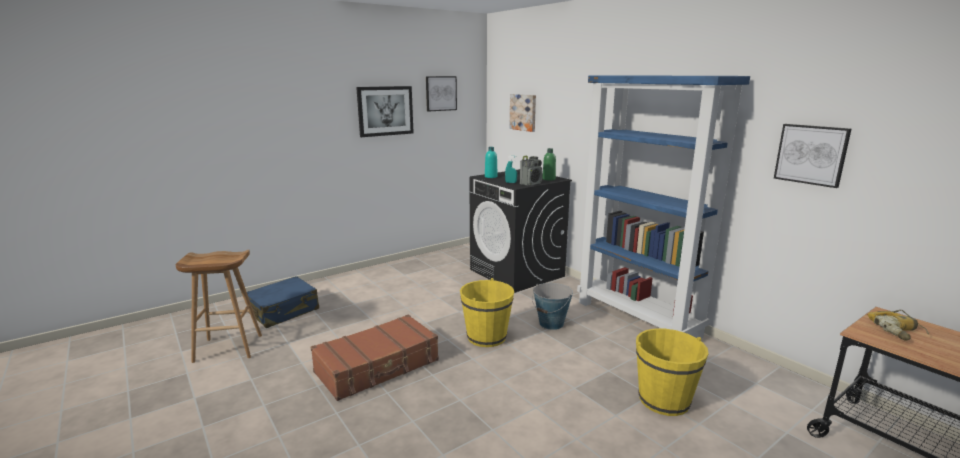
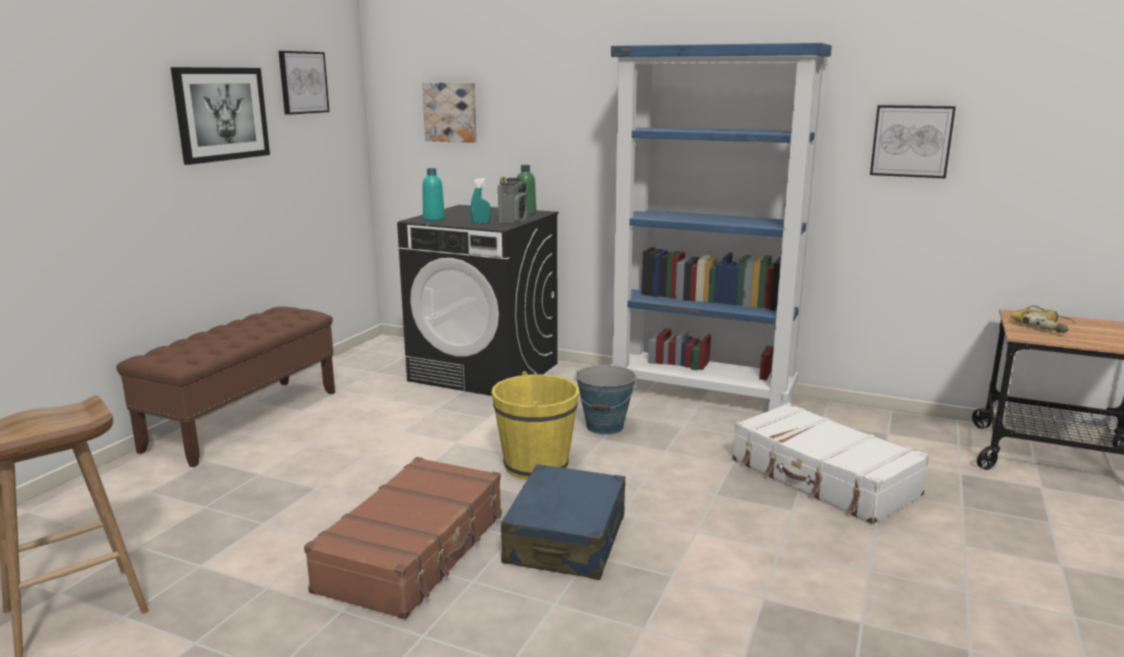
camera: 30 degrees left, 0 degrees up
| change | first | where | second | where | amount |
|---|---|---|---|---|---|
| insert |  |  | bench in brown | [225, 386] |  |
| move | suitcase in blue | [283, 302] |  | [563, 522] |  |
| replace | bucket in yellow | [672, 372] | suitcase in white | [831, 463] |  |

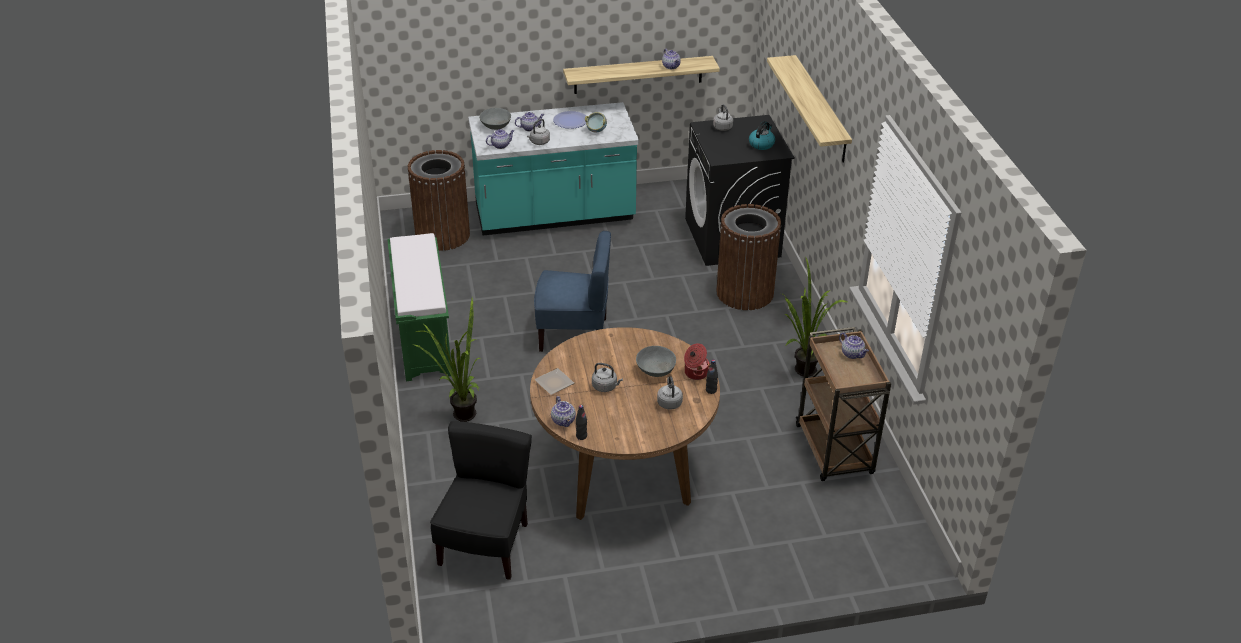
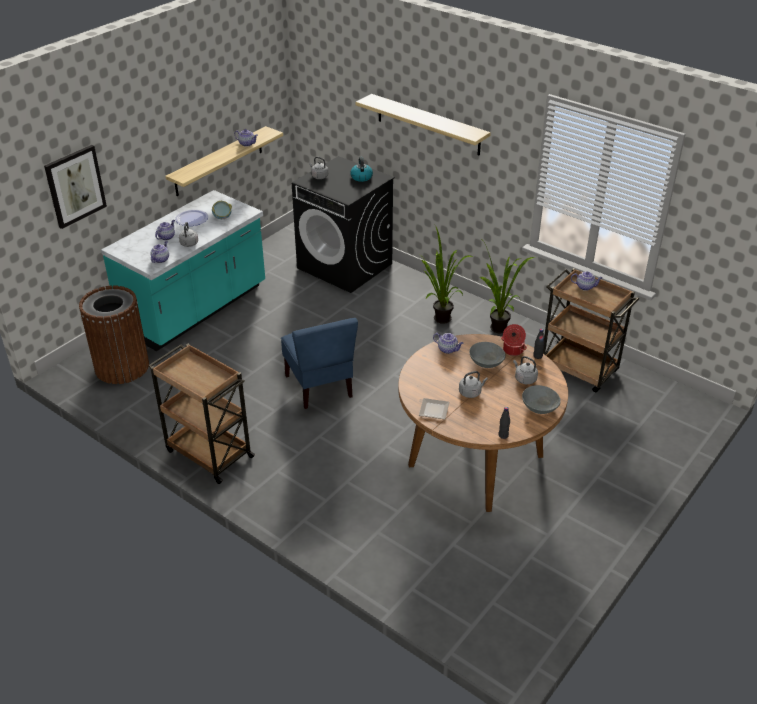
camera: 40 degrees left, 0 degrees up
| change | first | where | second | where | amount |
|---|---|---|---|---|---|
| insert |  |  | picture | [75, 187] |  |
| replace | bench in green | [419, 307] | cart in brown | [202, 414] |  |
| rotate | chair in blue | [572, 291] |  | [319, 363] | 105 degrees clockwise |
| move | potted plant | [446, 360] |  | [446, 274] |  |
| move | teapot | [563, 411] |  | [448, 343] |  |
| move | bowl in grey | [495, 119] |  | [541, 399] |  |
| delete | chair in black | [481, 500] |  |  |  |
| delete | trash can in brown | [748, 257] |  |  |  |

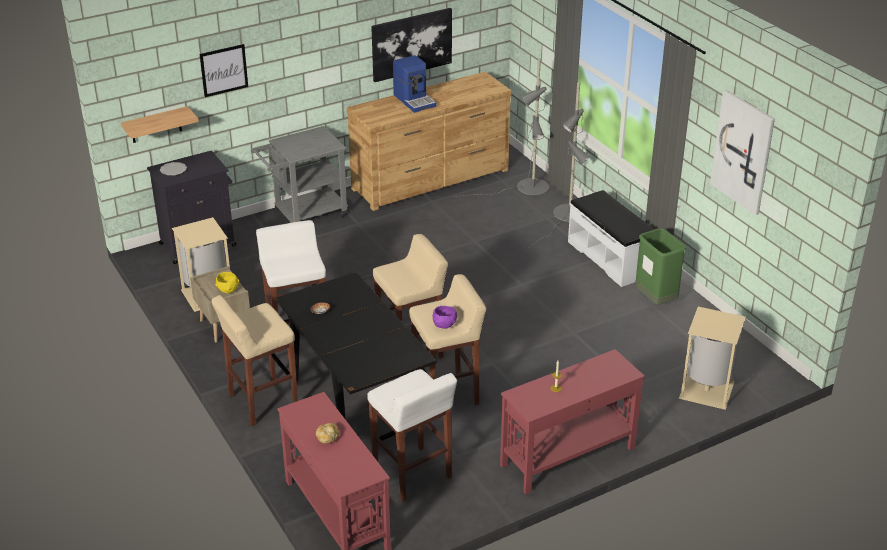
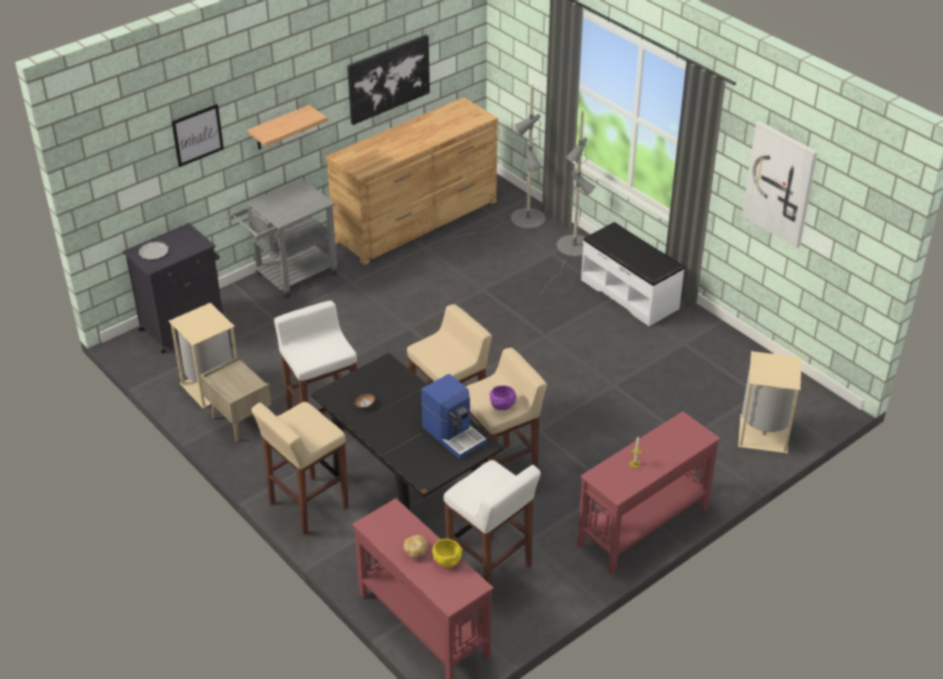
camera: 10 degrees left, 5 degrees up
| change | first | where | second | where | amount |
|---|---|---|---|---|---|
| move | shelf | [160, 124] |  | [287, 127] |  |
| move | coffee machine | [414, 84] |  | [454, 416] |  |
| move | bowl in yellow | [227, 282] |  | [447, 553] |  |
| delete | trash can in green | [660, 266] |  |  |  |

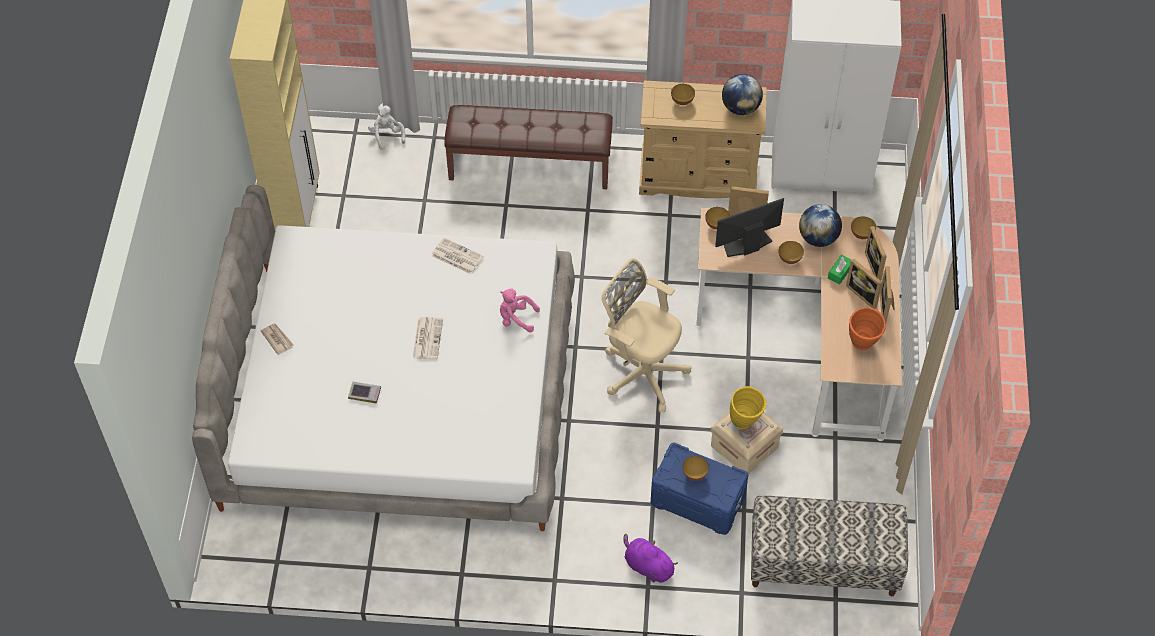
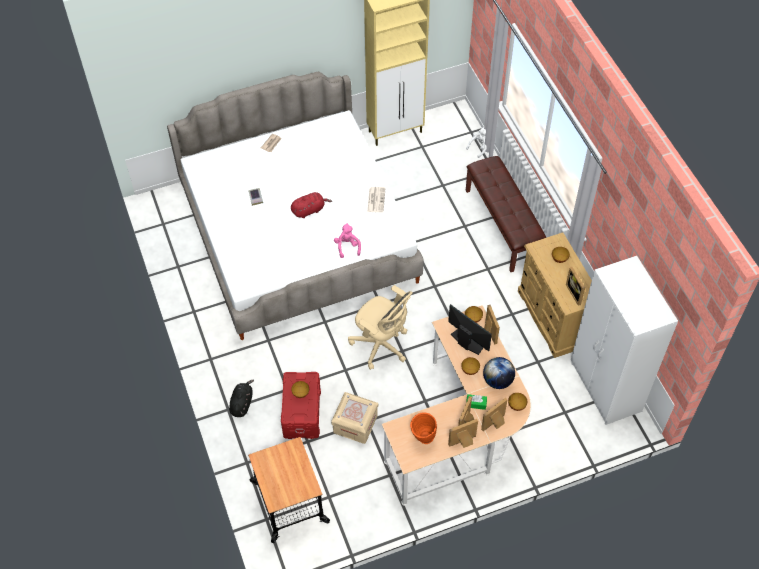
camera: 65 degrees right, 0 degrees up
| change | first | where | second | where | amount |
|---|---|---|---|---|---|
| recolor | plush toy in purple | [650, 558] | plush toy in black | [241, 398] |  |
| replace | bench | [829, 546] | cart | [289, 490] |  |
| recolor | storage box in blue | [699, 489] | storage box in red | [301, 405] |  |
| replace | newspaper | [428, 338] | plush toy in red | [311, 205] |  |
| rotate | office chair in beige | [646, 335] |  | [380, 327] | 120 degrees clockwise |
| replace | globe | [742, 94] | picture frame | [575, 286] |  |
| delete | vase in yellow | [748, 407] |  |  |  |

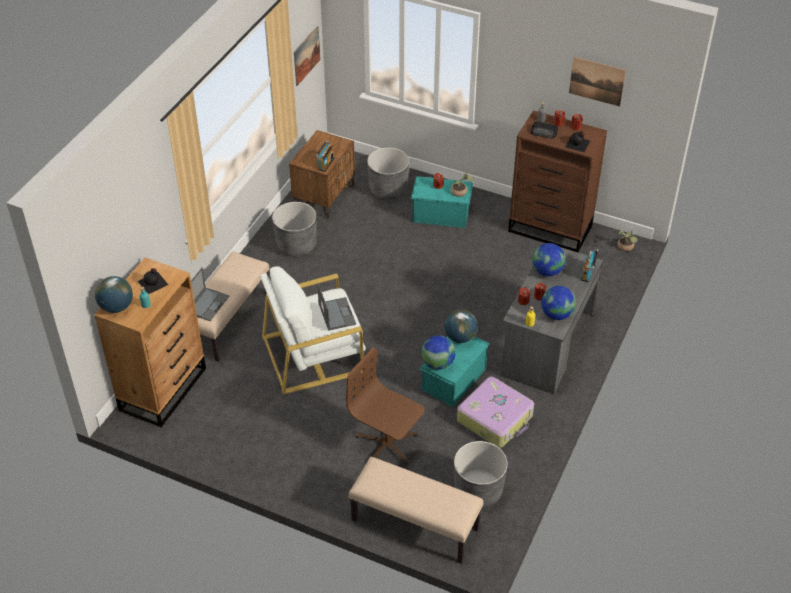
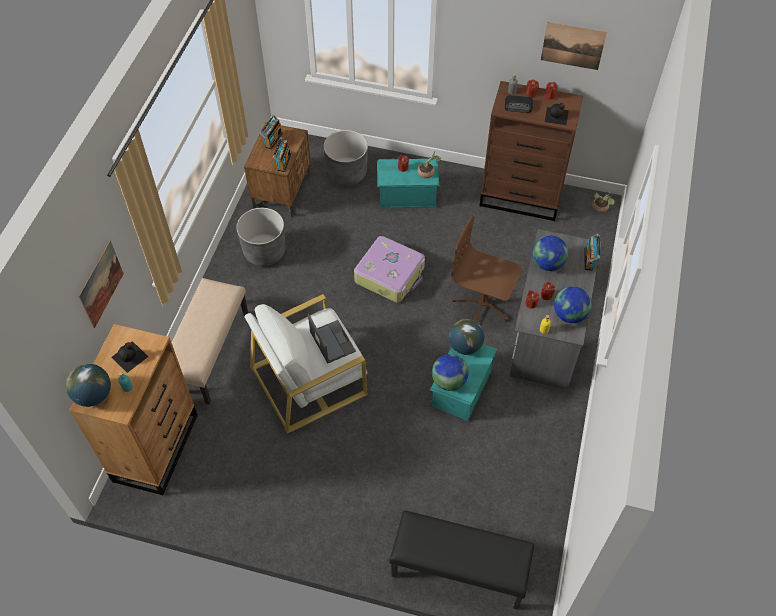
camera: 10 degrees left, 10 degrees up
| change | first | where | second | where | amount |
|---|---|---|---|---|---|
| move | picture | [307, 56] |  | [101, 284] |  |
| insert |  |  | radio | [271, 132] |  |
| move | suitcase | [495, 412] |  | [389, 269] |  |
| recolor | bench in beige | [415, 510] | bench in black | [462, 560] |  |
| move | office chair in brown | [385, 406] |  | [486, 268] |  |
| delete | laptop | [210, 294] |  |  |  |
| delete | planter in grey | [481, 474] |  |  |  |

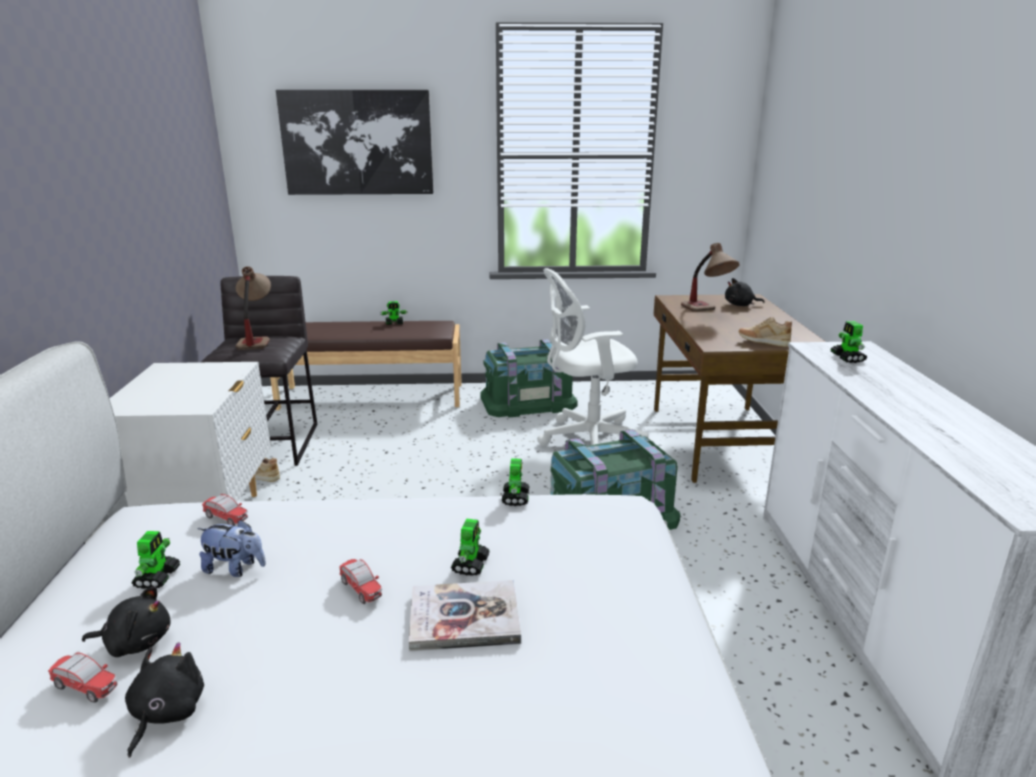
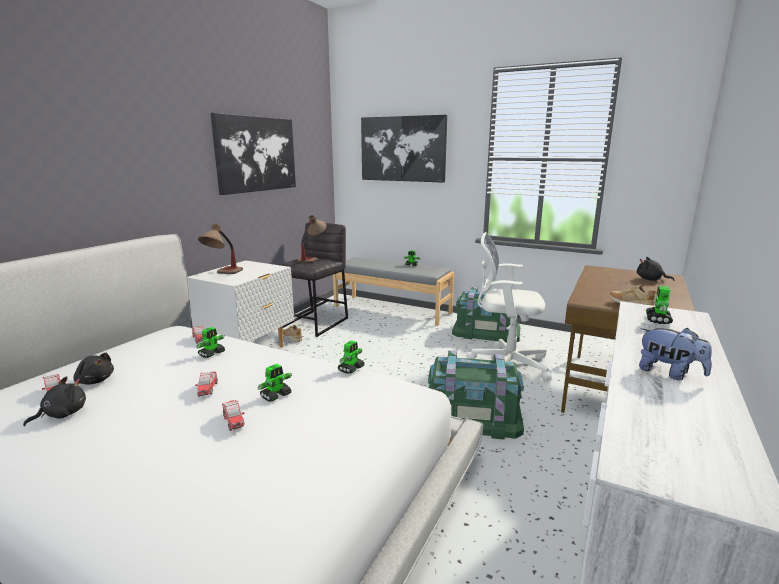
camera: 30 degrees right, 5 degrees down
| change | first | where | second | where | amount |
|---|---|---|---|---|---|
| move | toy robot | [156, 560] |  | [210, 342] |  |
| move | table lamp | [710, 277] |  | [220, 248] |  |
| insert |  |  | picture | [253, 154] |  |
| replace | book | [465, 615] | toy car | [233, 415] |  |
| recolor | bench in brown | [366, 365] | bench in grey | [393, 291] |  |
| move | plush toy | [231, 548] |  | [675, 354] |  |

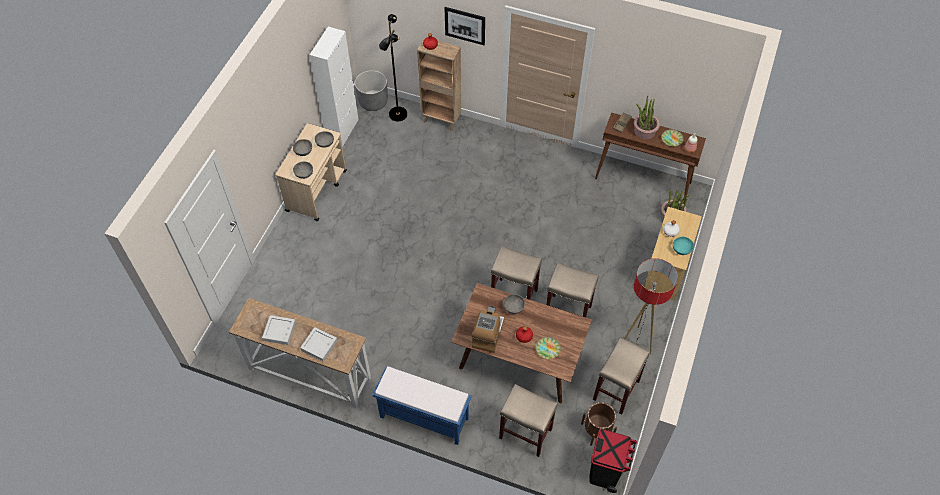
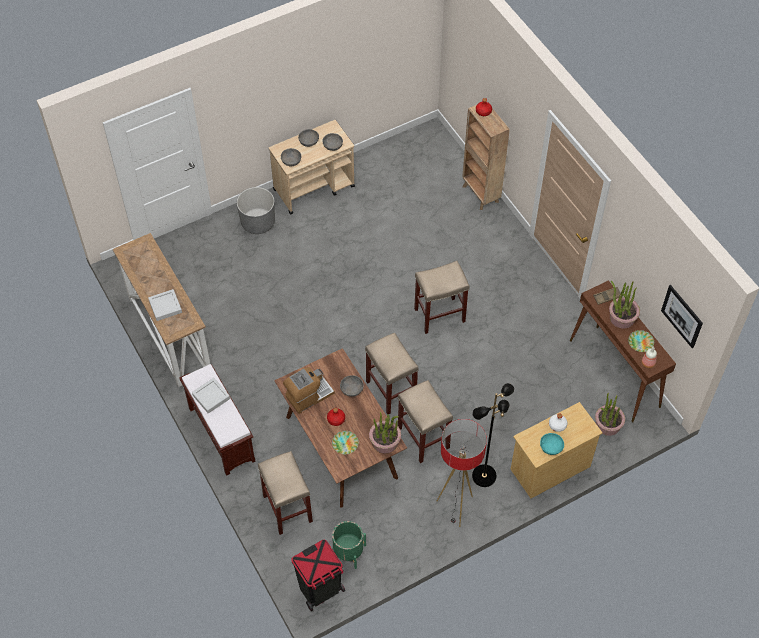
camera: 40 degrees right, 0 degrees up
| change | first | where | second | where | amount |
|---|---|---|---|---|---|
| recolor | bench in blue | [422, 405] | bench in brown | [217, 420] |  |
| move | tray in grey | [279, 330] |  | [211, 396] |  |
| move | planter in grey | [371, 90] |  | [256, 210] |  |
| recolor | planter in brown | [599, 424] | planter in green | [348, 545] |  |
| insert |  |  | potted plant | [385, 433] |  |
| move | stool in beige | [621, 376] |  | [442, 297] |  |
| move | floor lamp in black | [393, 68] |  | [493, 435] |  |
| move | picture | [464, 26] |  | [682, 316] |  |
| delete | cabinet in white | [334, 87] |  |  |  |

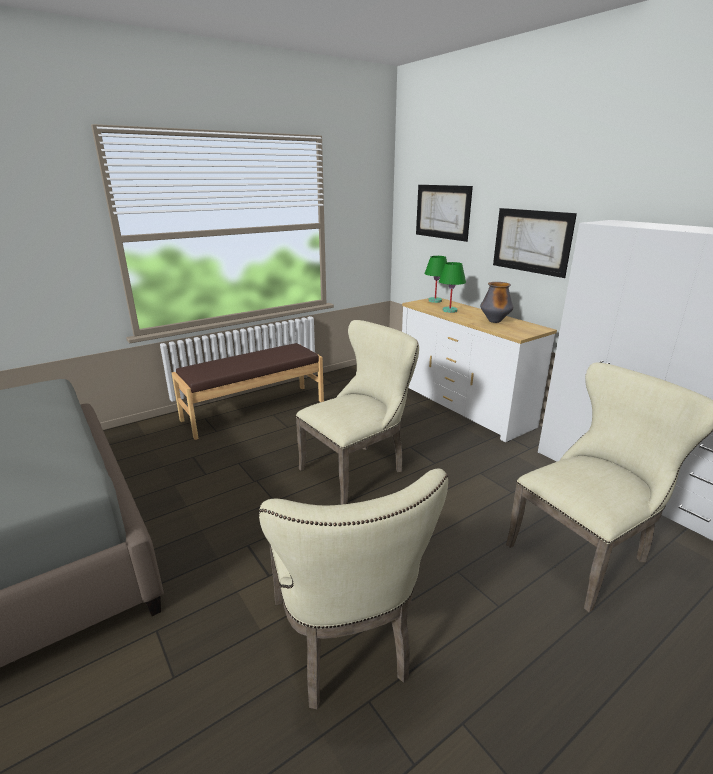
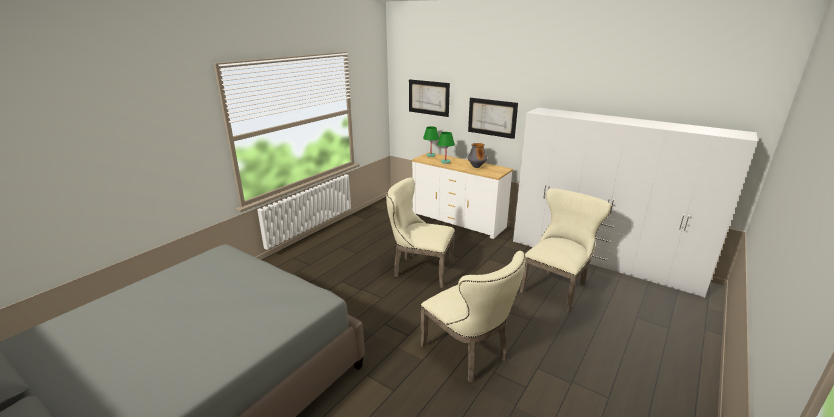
camera: 20 degrees left, 0 degrees up
| change | first | where | second | where | amount |
|---|---|---|---|---|---|
| rotate | chair in beige | [357, 412] |  | [420, 232] | 105 degrees counterclockwise |
| delete | bench in brown | [248, 391] |  |  |  |

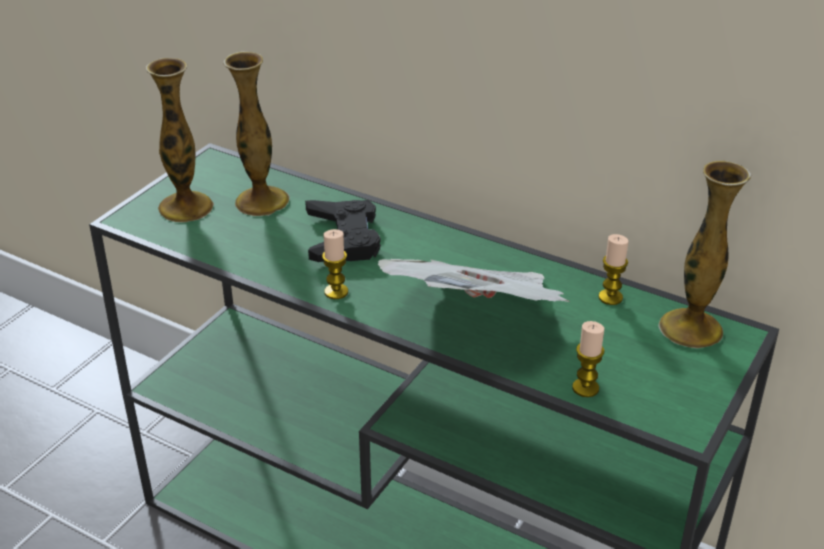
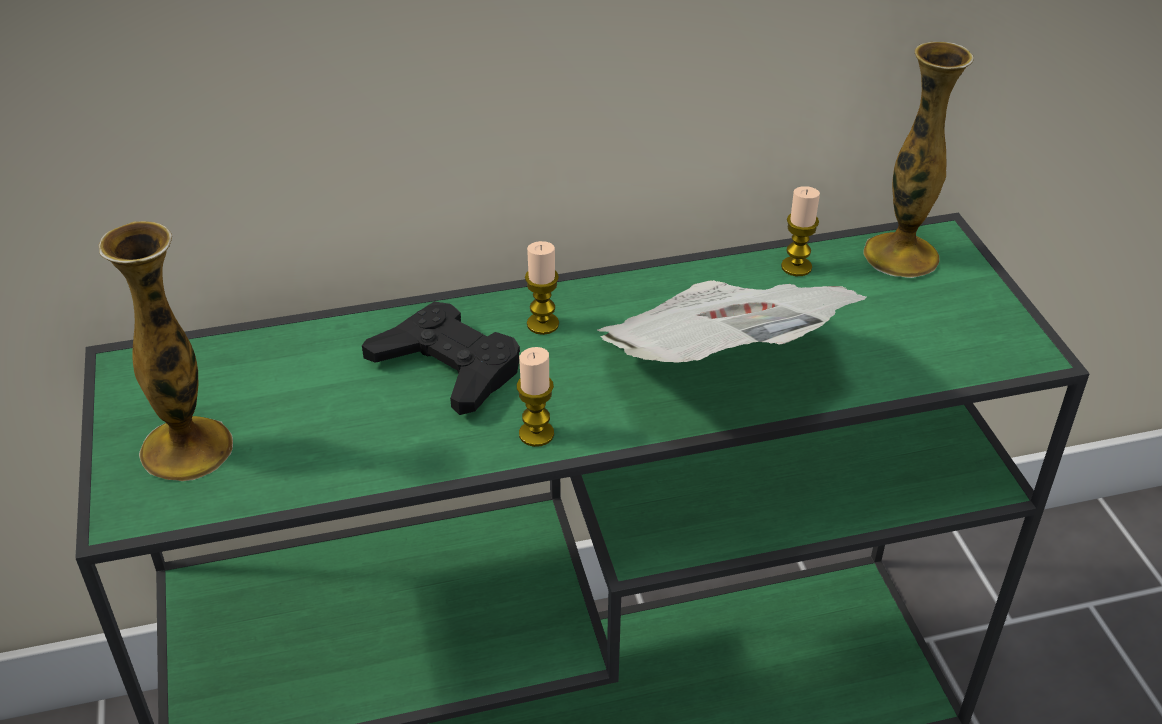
camera: 45 degrees left, 5 degrees up
| change | first | where | second | where | amount |
|---|---|---|---|---|---|
| move | candle | [588, 359] |  | [542, 288] |  |
| delete | vase | [256, 133] |  |  |  |

